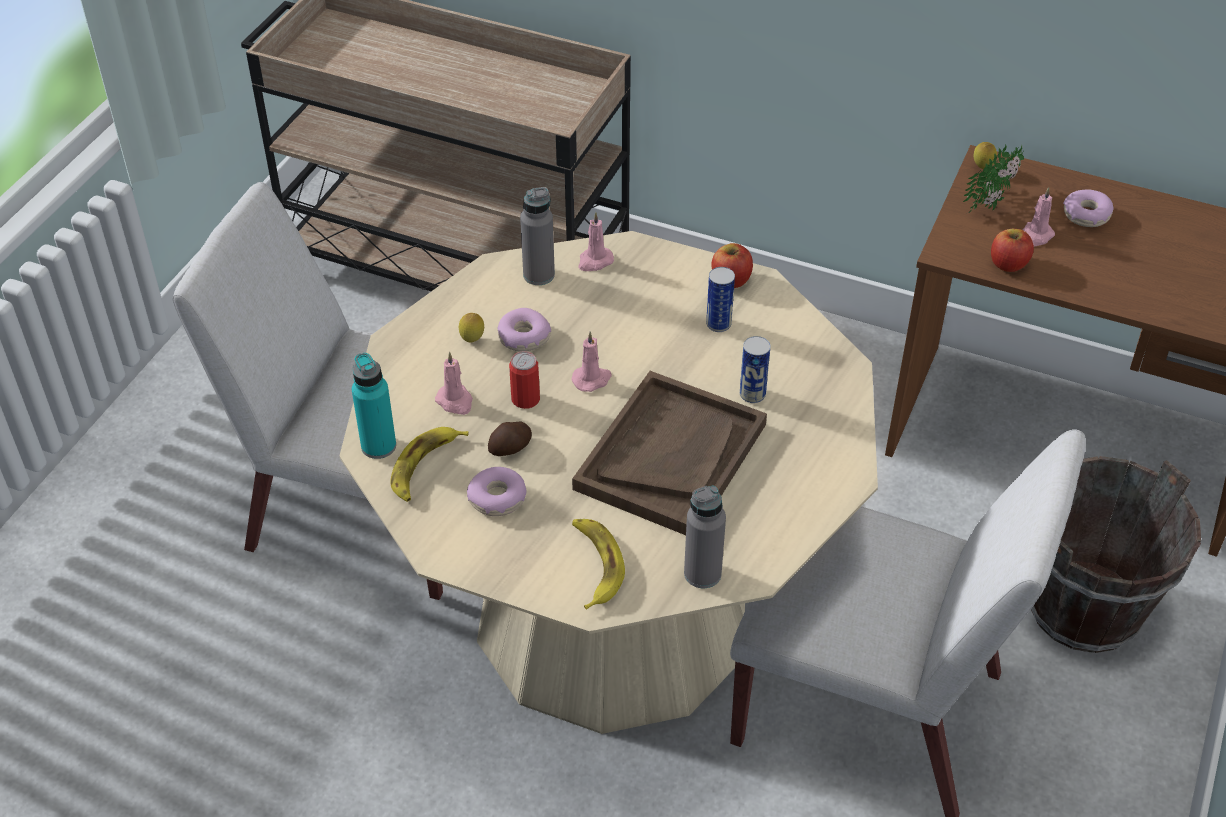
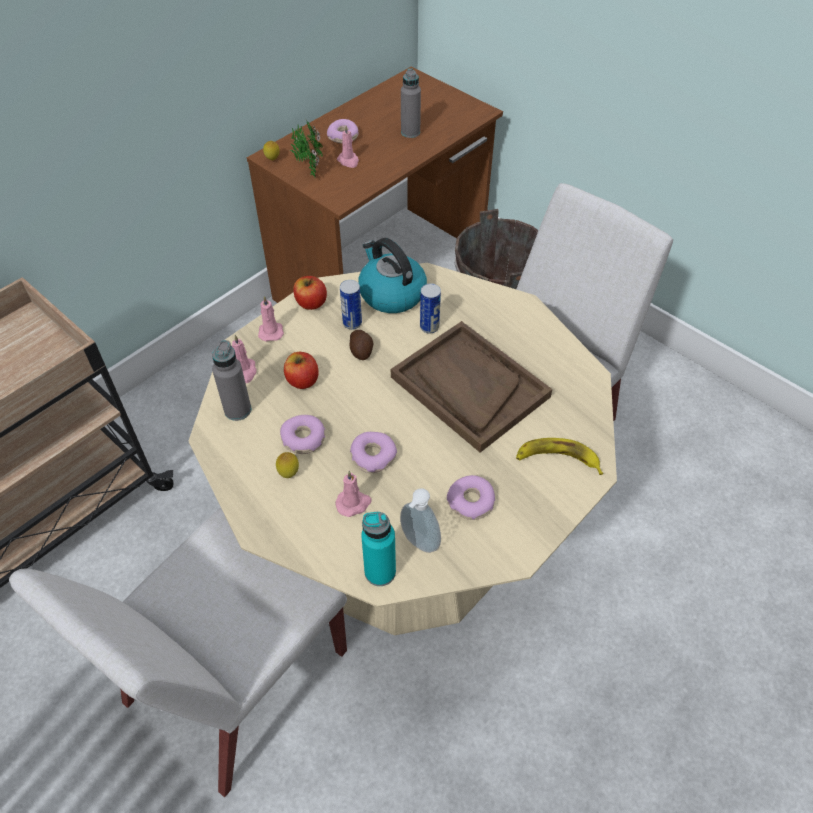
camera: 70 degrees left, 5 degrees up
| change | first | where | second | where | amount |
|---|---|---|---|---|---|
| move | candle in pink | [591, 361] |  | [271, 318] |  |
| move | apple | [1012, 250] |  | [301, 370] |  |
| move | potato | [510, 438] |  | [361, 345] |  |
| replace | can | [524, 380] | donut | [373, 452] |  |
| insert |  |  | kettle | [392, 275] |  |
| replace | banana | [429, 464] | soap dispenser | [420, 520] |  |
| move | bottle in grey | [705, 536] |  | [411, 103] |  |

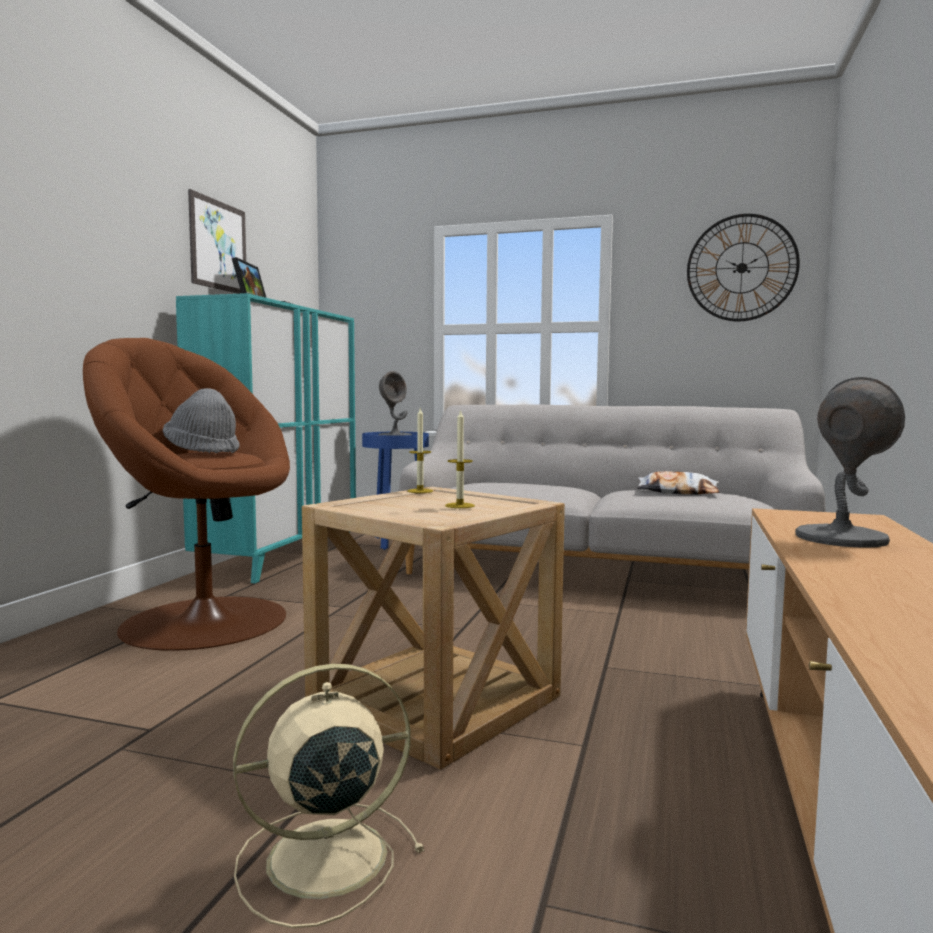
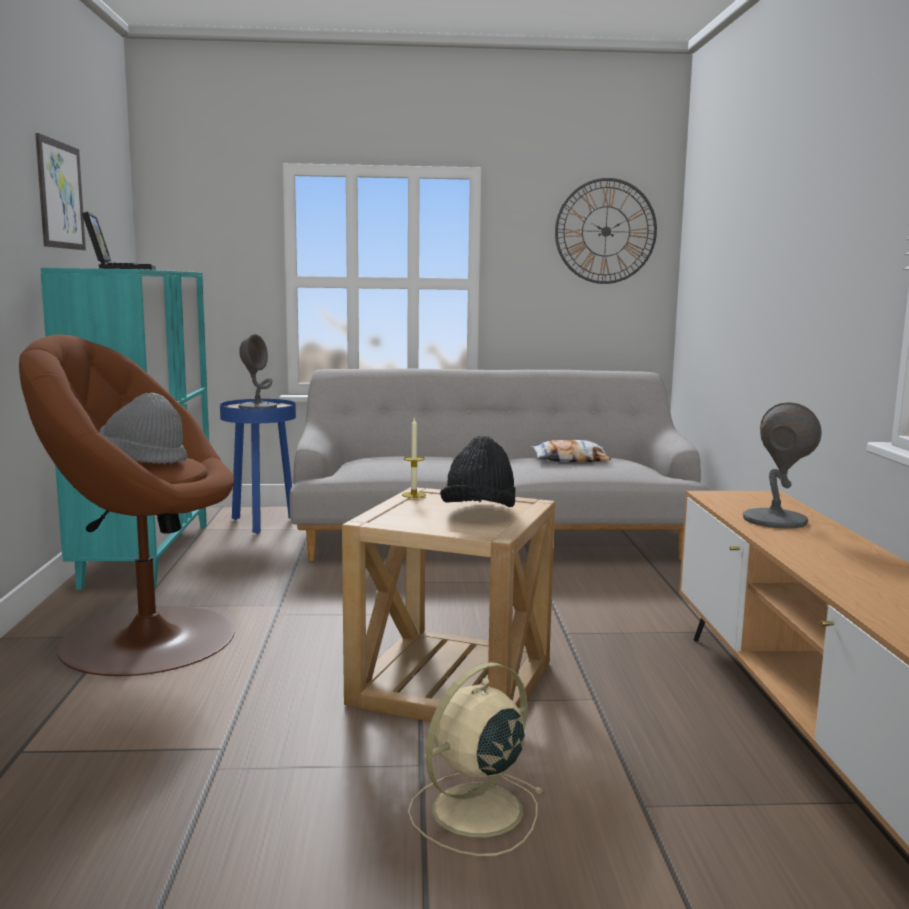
camera: 20 degrees left, 5 degrees up
| change | first | where | second | where | amount |
|---|---|---|---|---|---|
| replace | candle | [460, 458] | hat in black | [477, 471] |  |

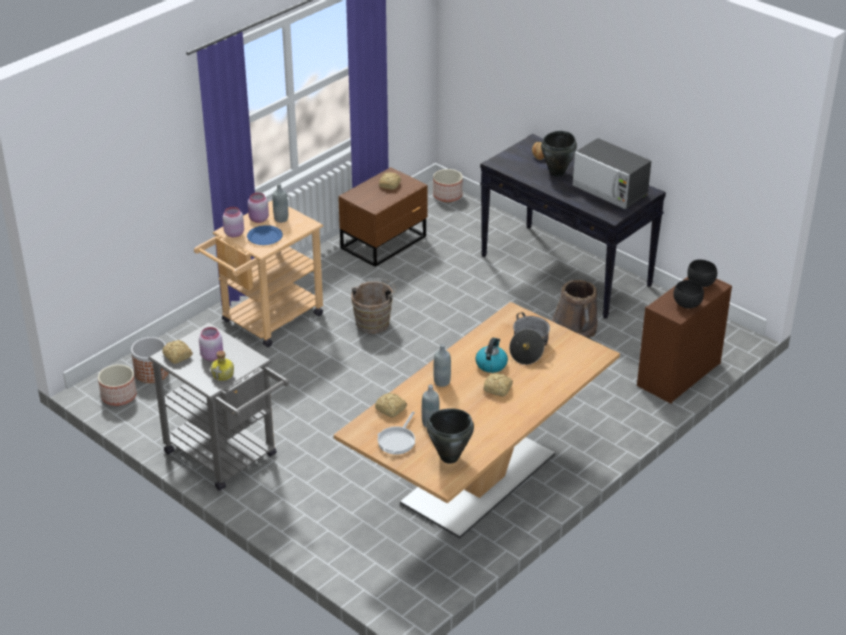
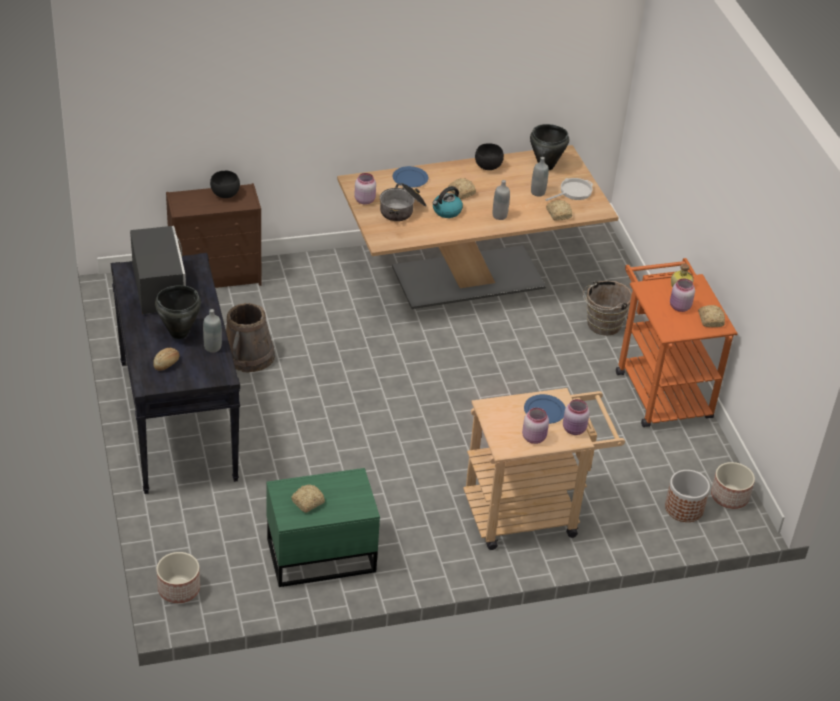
camera: 150 degrees left, 5 degrees up
| change | first | where | second | where | amount |
|---|---|---|---|---|---|
| move | bottle in grey | [280, 203] |  | [212, 331] |  |
| recolor | nightstand in brown | [383, 217] | nightstand in green | [323, 527] |  |
| insert |  |  | jar in pink | [365, 189] |  |
| insert |  |  | plate in blue | [410, 177] |  |
| move | bowl in black | [702, 273] |  | [489, 156] |  |
| move | bucket in brown | [373, 306] |  | [607, 308] |  |
| recolor | cart in grey | [218, 406] | cart in orange | [677, 342] |  |

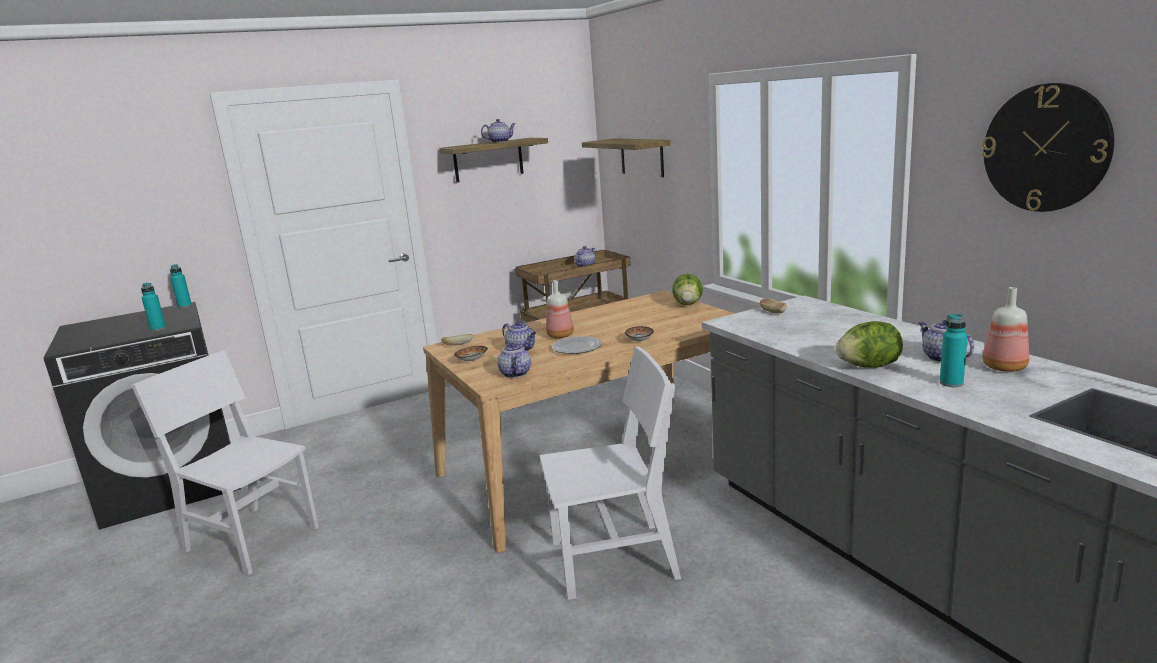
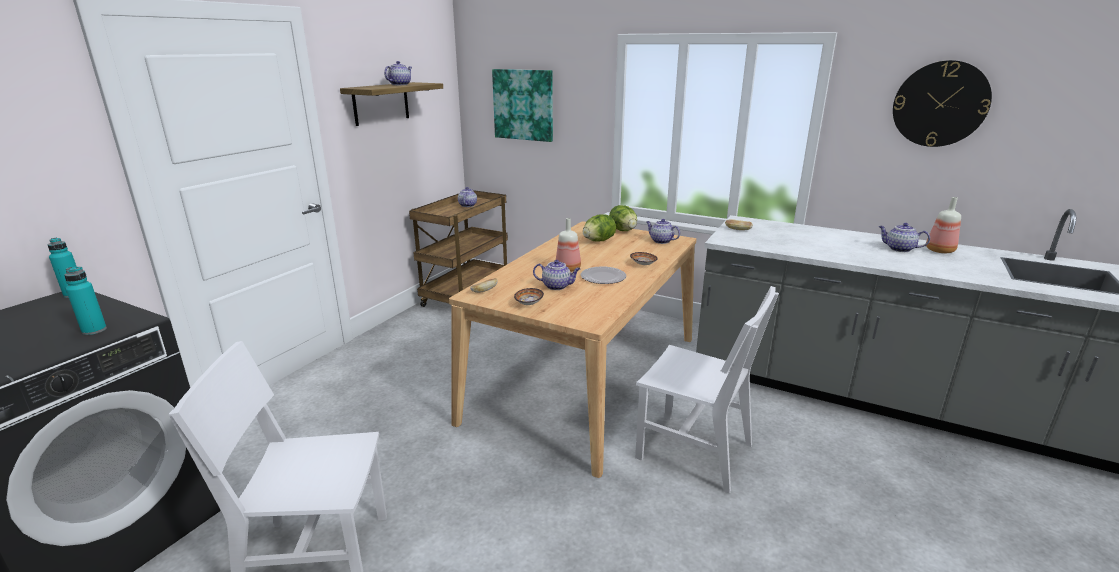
camera: 35 degrees left, 5 degrees up
| change | first | where | second | where | amount |
|---|---|---|---|---|---|
| replace | shelf | [626, 157] | picture | [522, 105] |  |
| move | lettuce | [869, 344] |  | [599, 228] |  |
| rotate | chair in white | [610, 473] |  | [707, 390] | 75 degrees clockwise |
| move | teapot | [514, 360] |  | [663, 231] |  |
| delete | bottle in turquoise | [954, 350] |  |  |  |

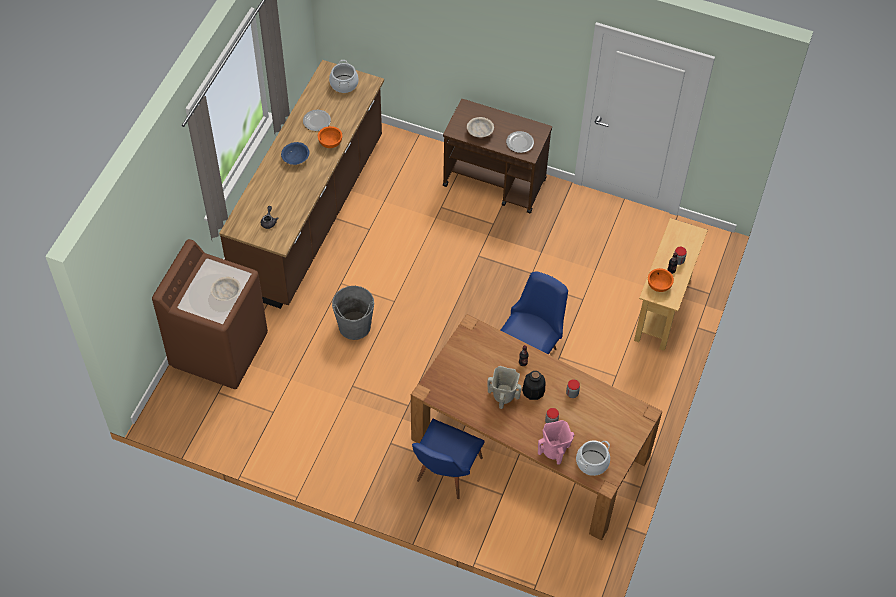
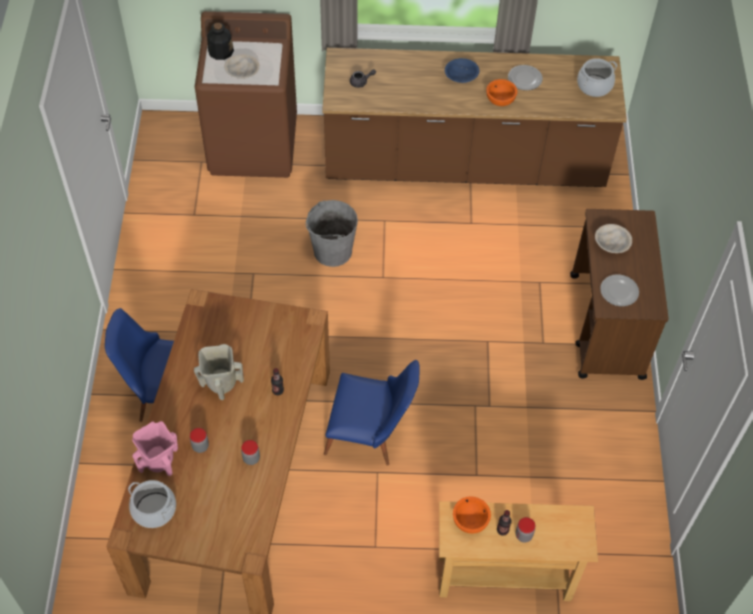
camera: 70 degrees right, 0 degrees up
| change | first | where | second | where | amount |
|---|---|---|---|---|---|
| move | bottle | [533, 385] |  | [220, 41] |  |

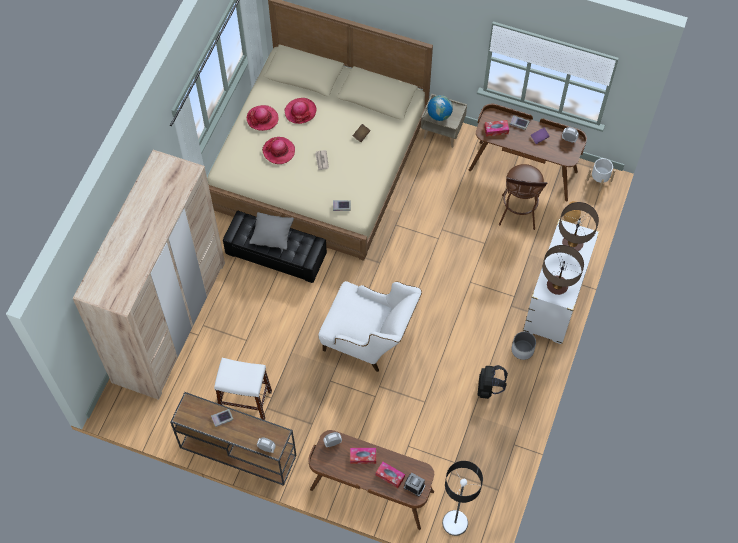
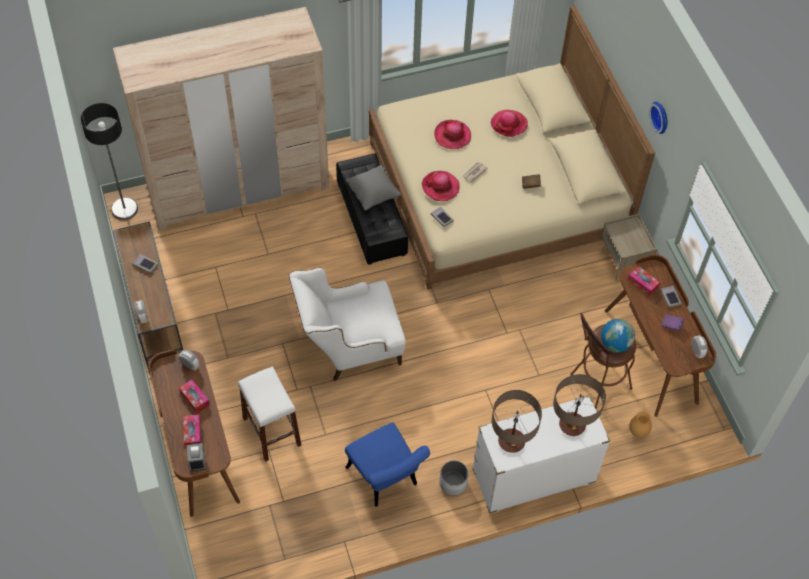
camera: 50 degrees right, 5 degrees down
| change | first | where | second | where | amount |
|---|---|---|---|---|---|
| move | floor lamp | [462, 498] |  | [109, 161] |  |
| move | stool in white | [243, 389] |  | [270, 414] |  |
| rotate | armchair in white | [370, 326] |  | [347, 324] | 90 degrees clockwise |
| replace | backpack in black | [493, 382] | chair in blue | [387, 465] |  |
| move | hat | [263, 118] |  | [441, 186] |  |
| move | globe | [440, 108] |  | [618, 336] |  |
| insert |  |  | wall clock | [658, 118] |  |
| delete | planter in white | [601, 175] |  |  |  |

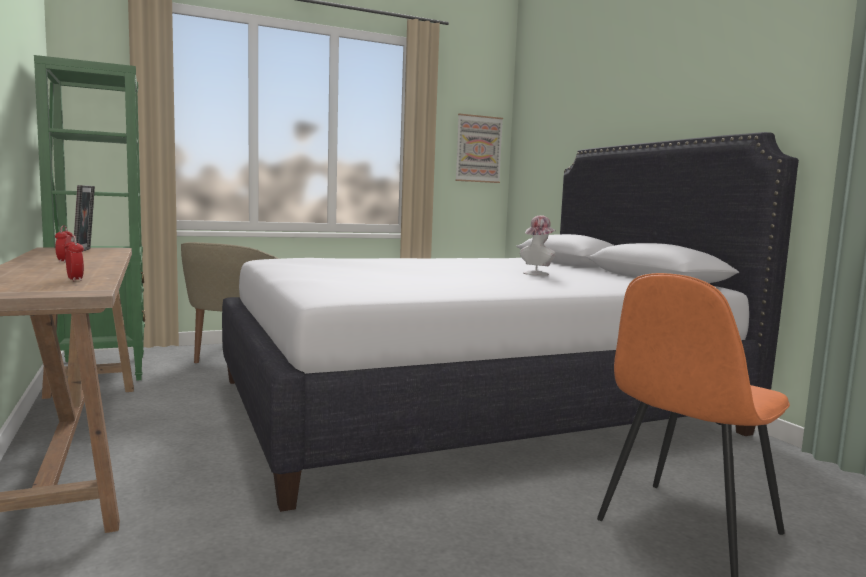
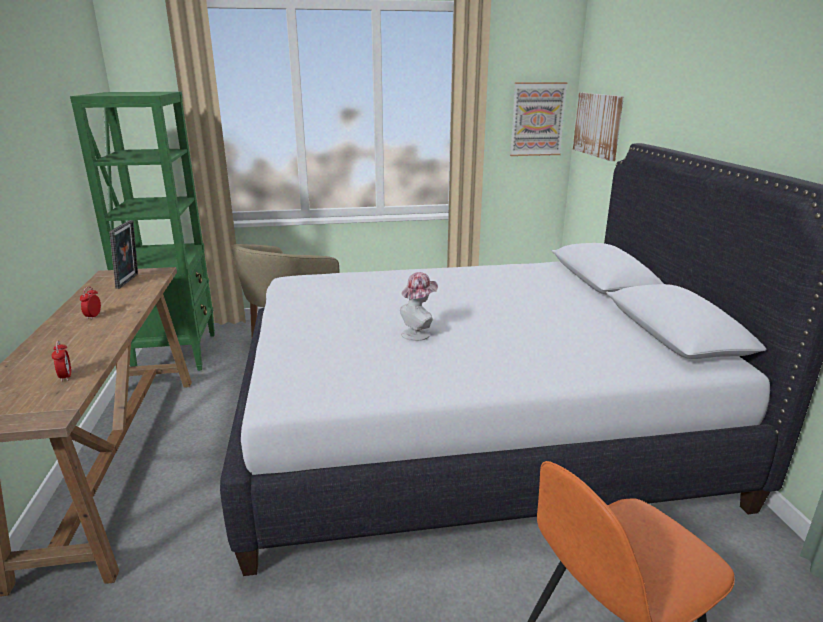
camera: 15 degrees right, 15 degrees up
| change | first | where | second | where | amount |
|---|---|---|---|---|---|
| move | hat | [538, 245] |  | [419, 306] |  |
| insert |  |  | picture | [598, 127] |  |

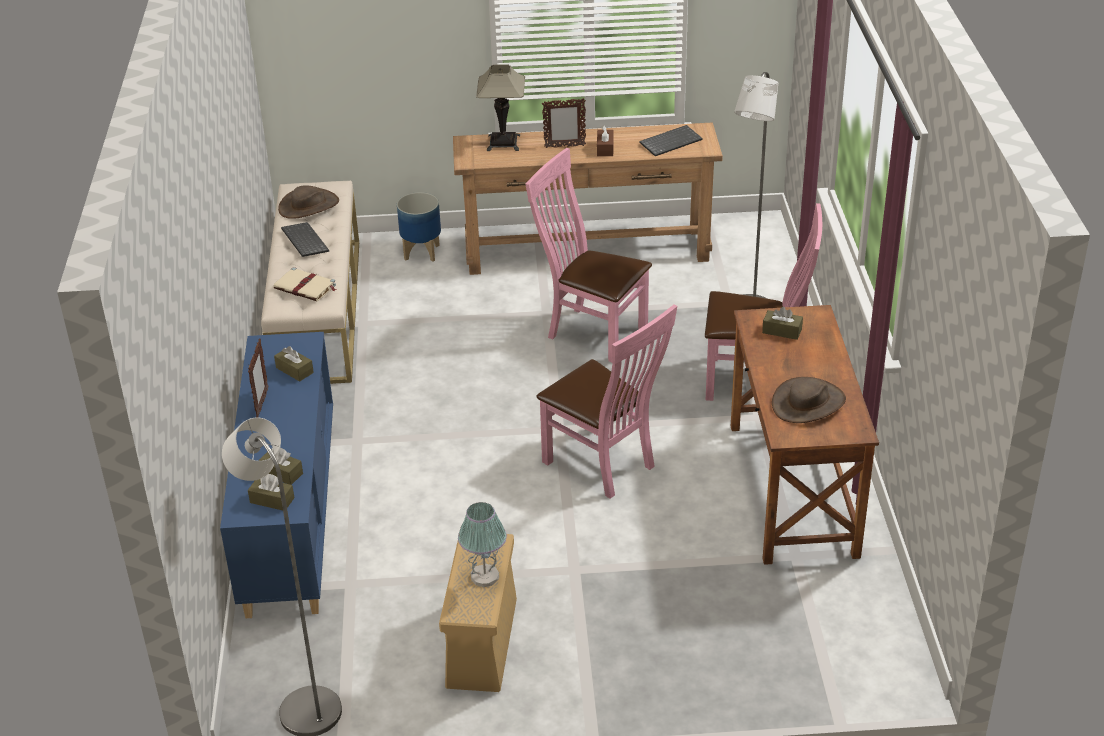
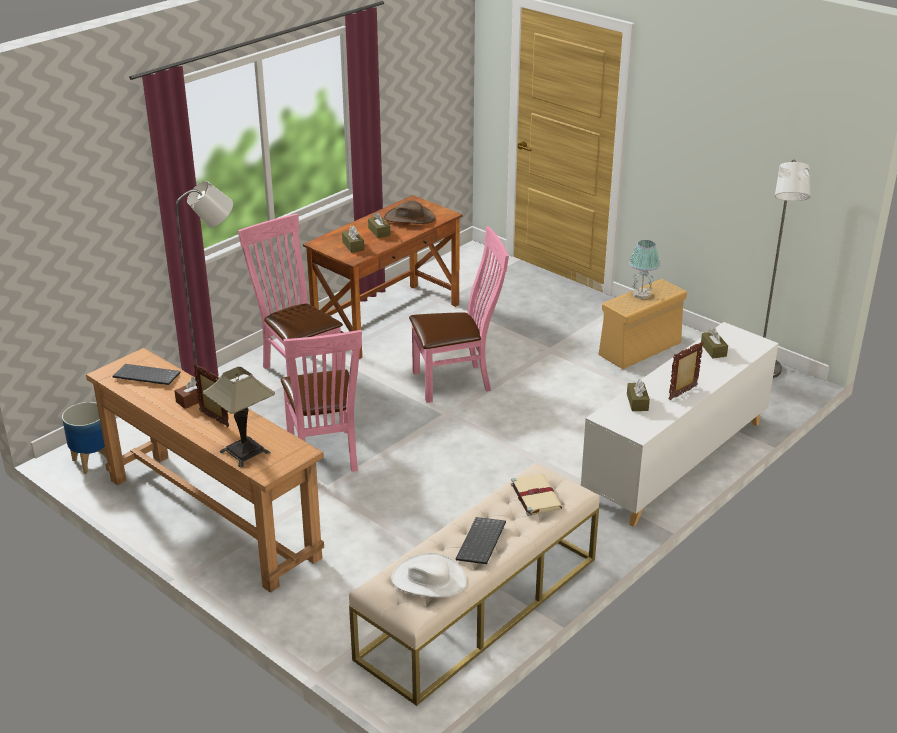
camera: 135 degrees left, 5 degrees down
| change | first | where | second | where | amount |
|---|---|---|---|---|---|
| move | planter | [419, 227] |  | [84, 438] |  |
| move | tissue box in brown | [271, 492] |  | [379, 225] |  |
| recolor | hat in brown | [308, 202] | hat in white | [429, 575] |  |
| rotate | chair in pink | [606, 401] |  | [459, 314] | 75 degrees clockwise |
| recolor | cabinet in blue | [276, 475] | cabinet in white | [680, 424] |  |

